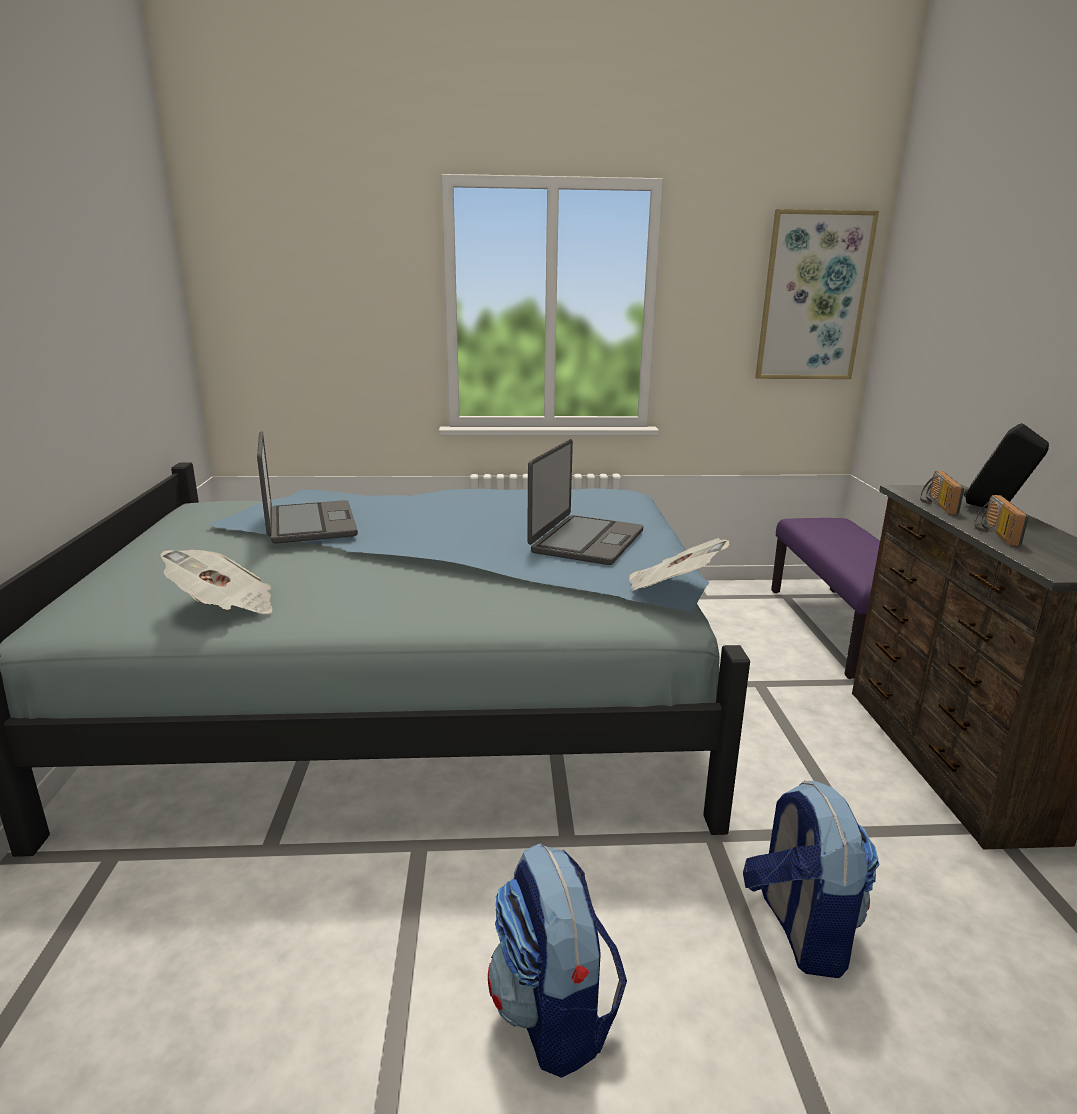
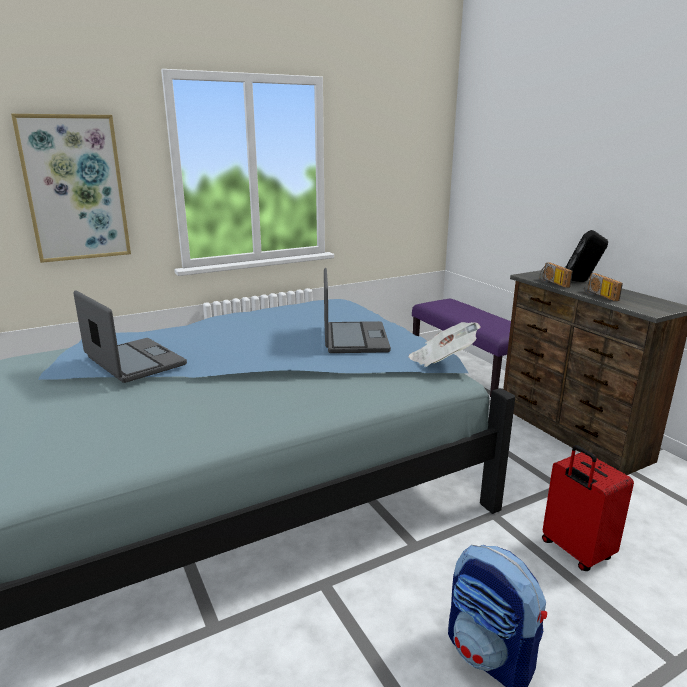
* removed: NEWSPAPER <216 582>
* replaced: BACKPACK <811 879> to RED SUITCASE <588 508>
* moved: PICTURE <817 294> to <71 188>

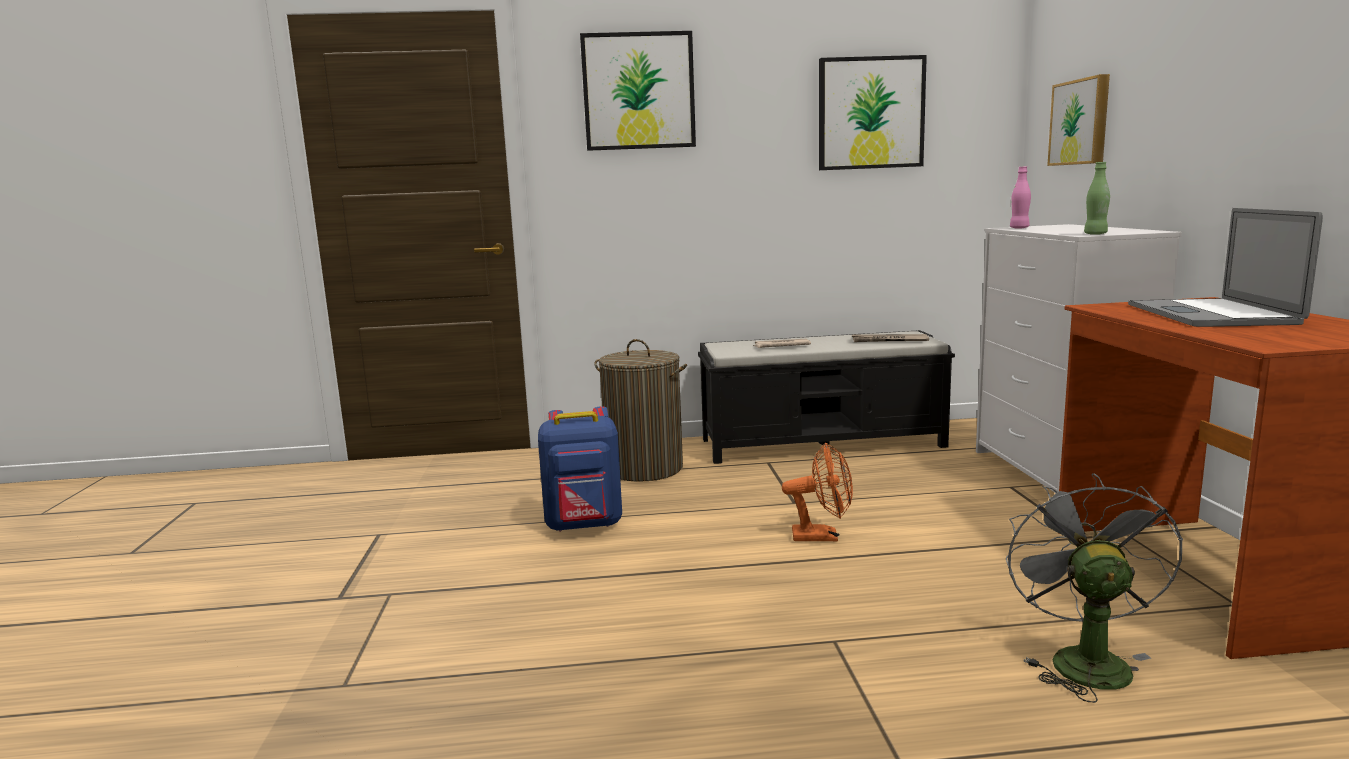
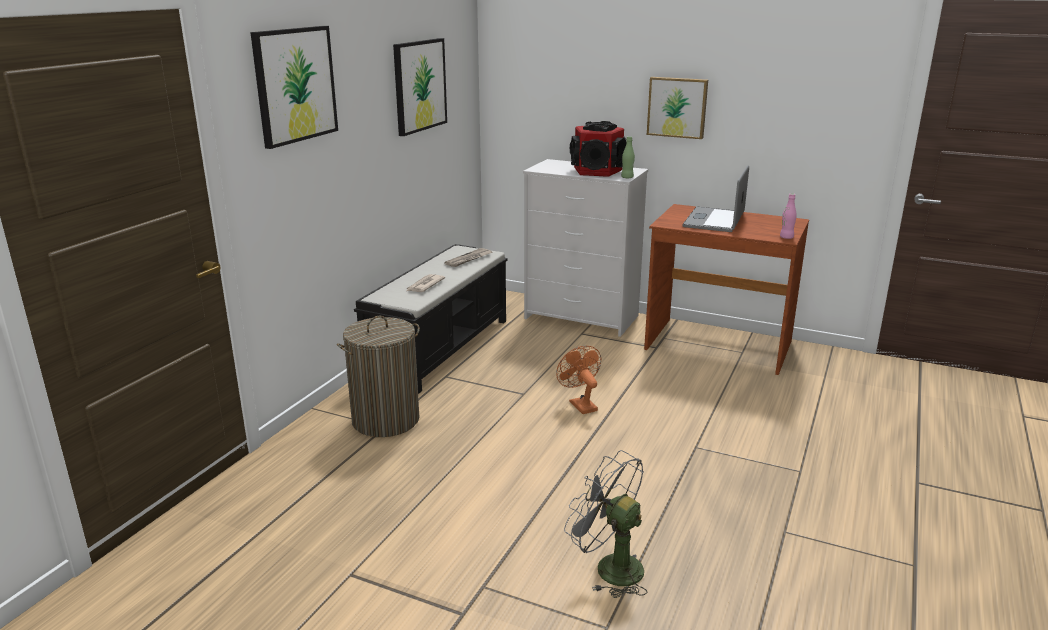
* removed: BLUE BACKPACK <580 469>
* turned: ORANGE FAN <817 491> = <578 380> 60 degrees counterclockwise
* moved: GREY FAN <1094 588> to <606 524>
* moved: PINK BOTTLE <1020 197> to <788 216>
* moved: PICTURE <1078 120> to <677 108>
* turned: LAPTOP <1225 267> = <715 198> 75 degrees clockwise
* added: SPEAKER <598 149>

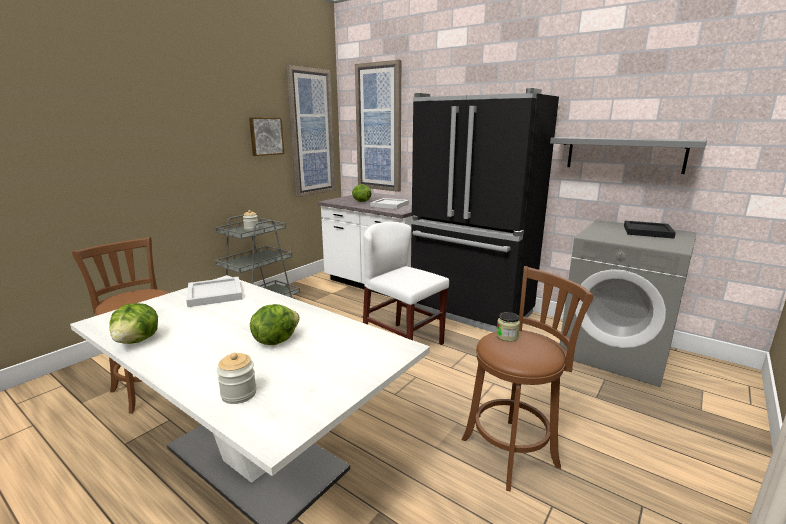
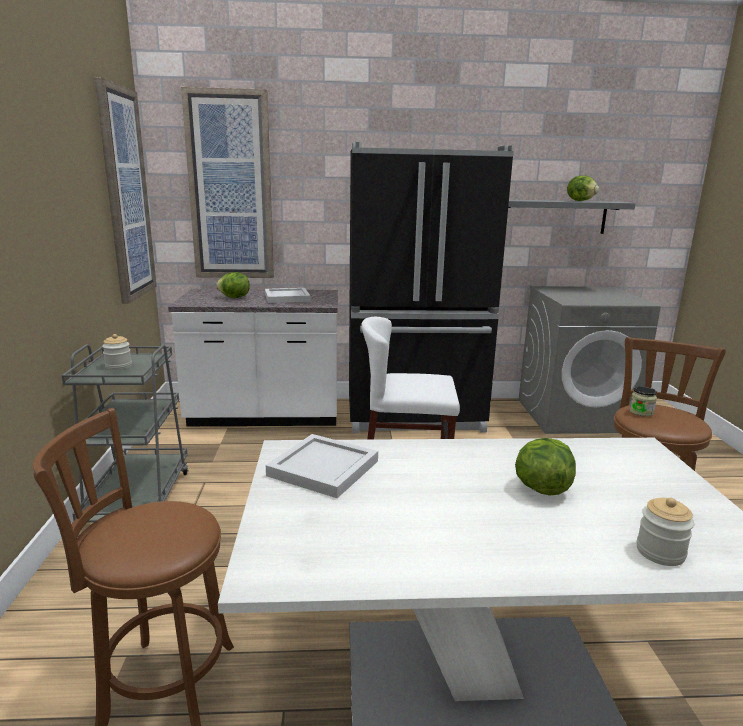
* moved: LETTUCE <133 323> to <583 188>
* removed: PICTURE <266 136>
* removed: BLACK TRAY <650 230>

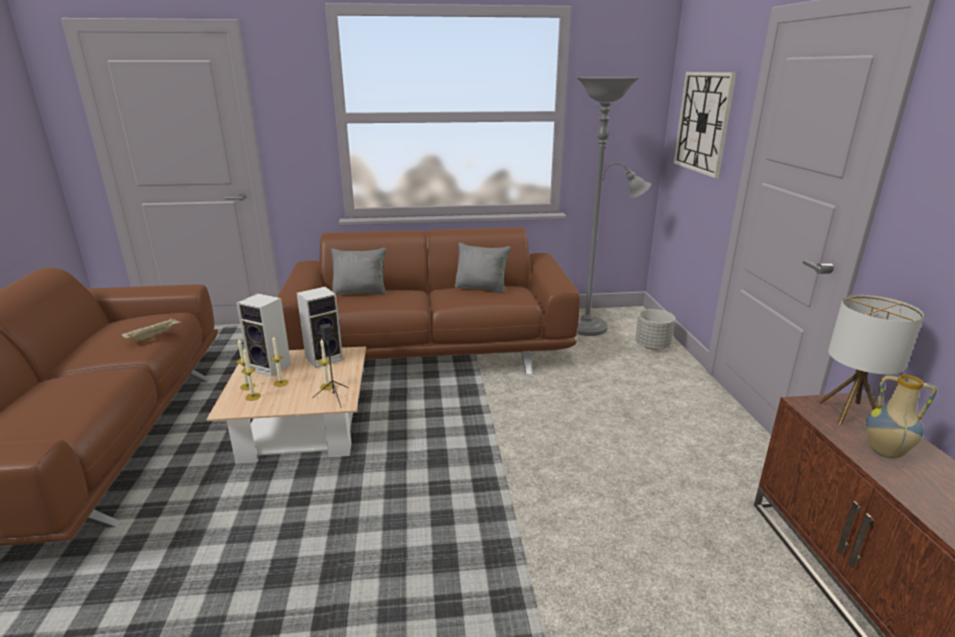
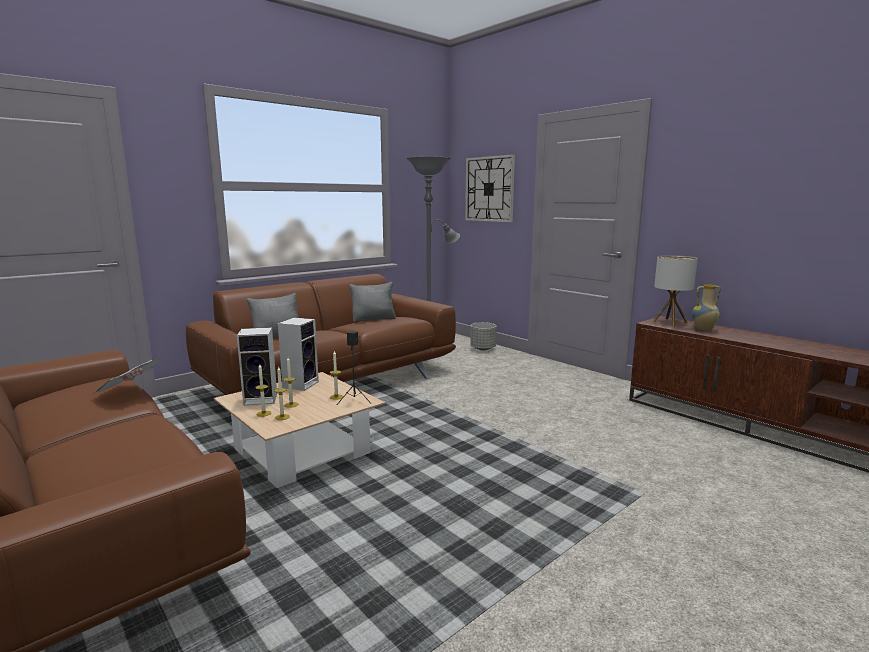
* replaced: BEIGE TRAY <151 329> to NEWSPAPER <127 376>

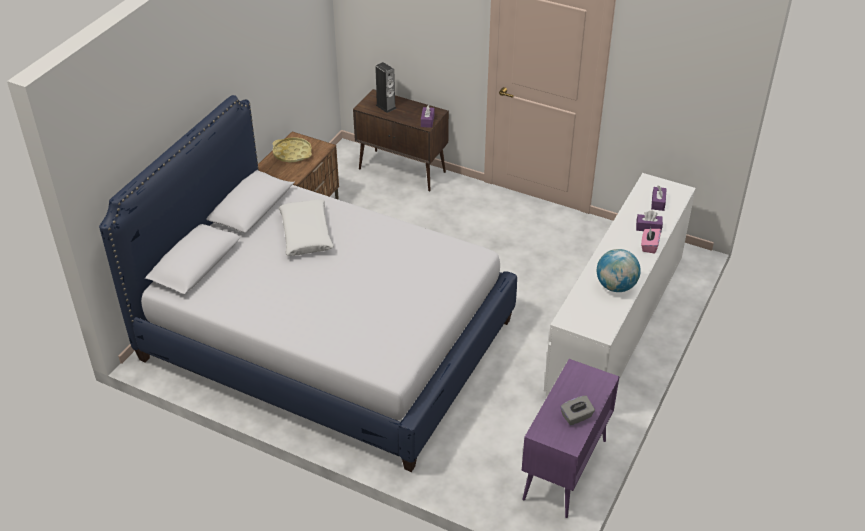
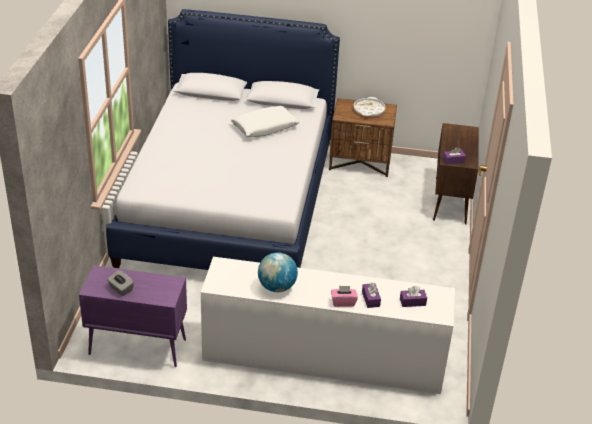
* recoloured: YELLOW TRAY <292 150> to WHITE TRAY <369 106>
* removed: SPEAKER <386 87>

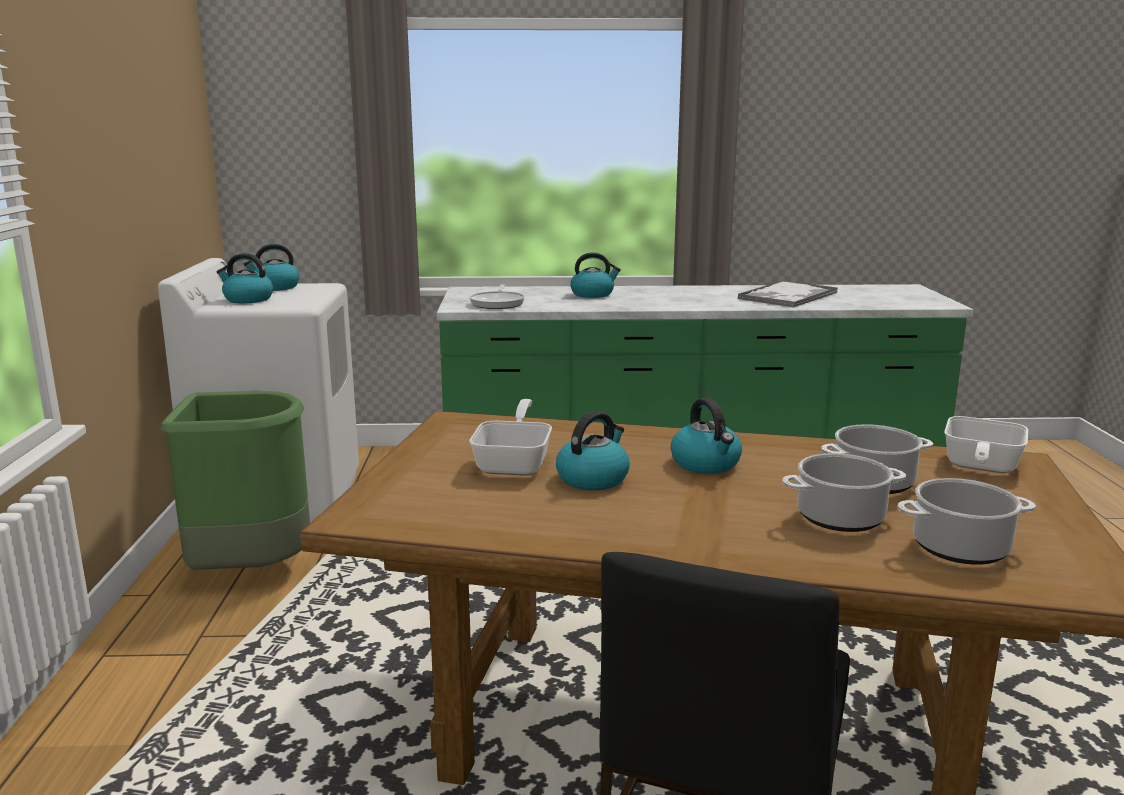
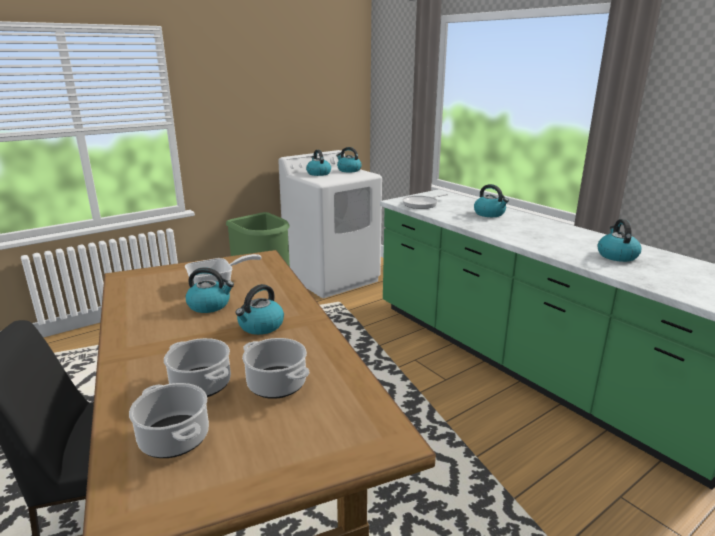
* replaced: TRAY <787 294> to KETTLE <619 240>
* removed: FRYING PAN <986 444>

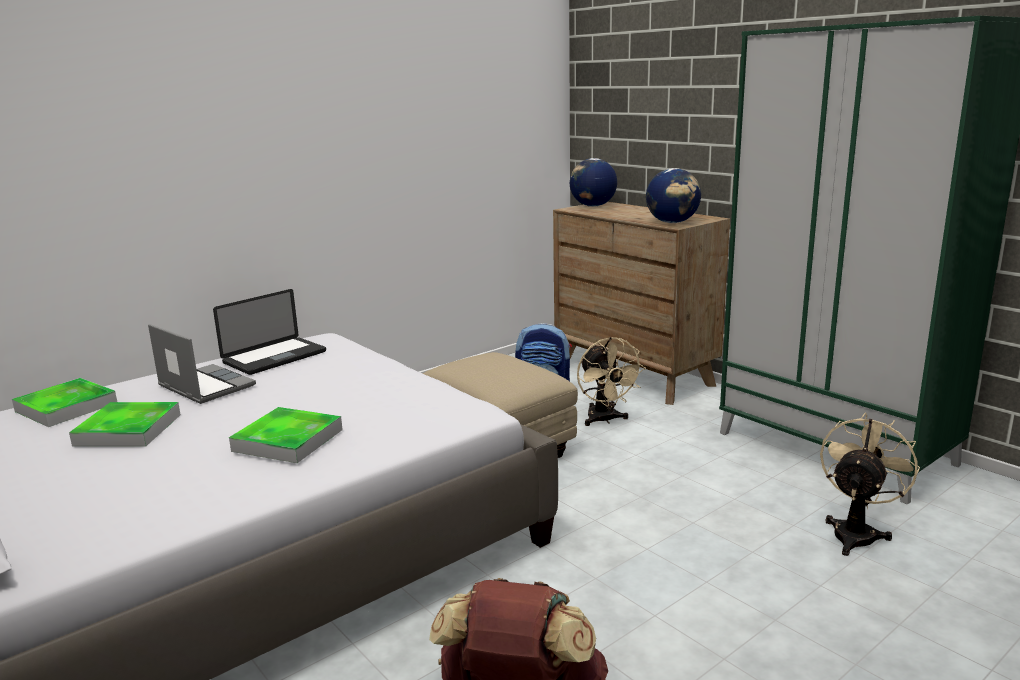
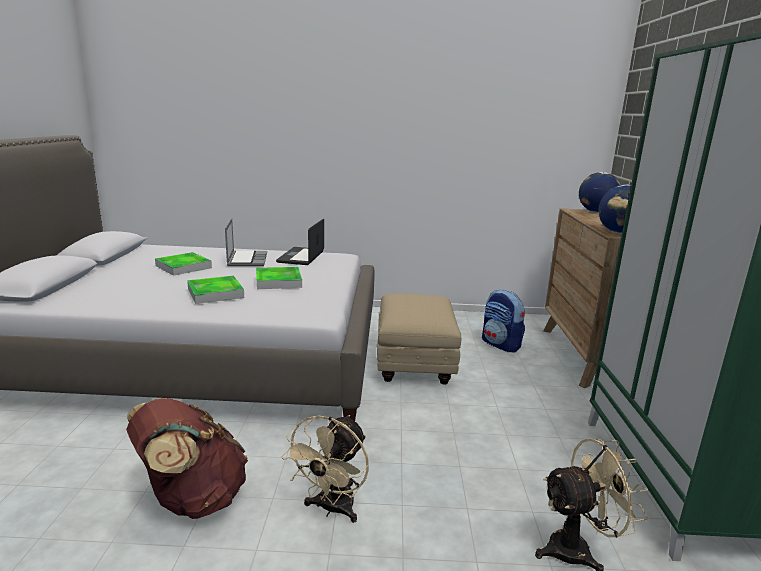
* moved: TRAY <64 402> to <279 278>
* turned: LAPTOP <269 332> = <300 241> 105 degrees clockwise
* moved: BEIGE FAN <611 381> to <325 469>

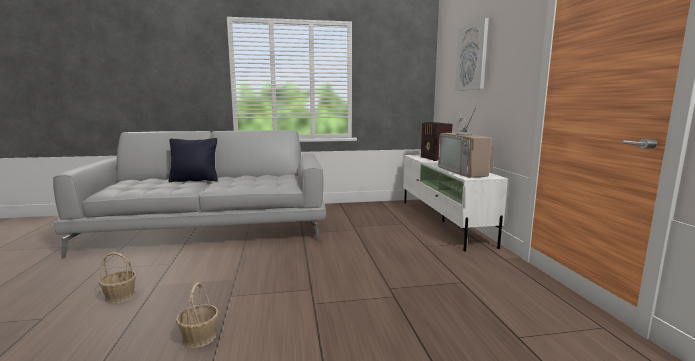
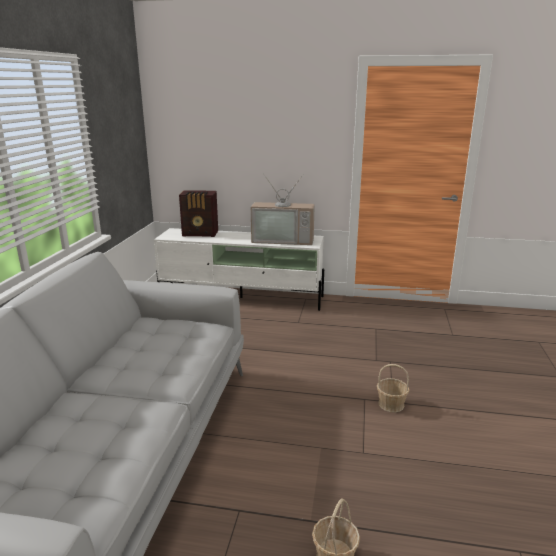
* removed: BLACK PILLOW <193 160>
* moved: BASKET <197 315> to <393 388>
* removed: PICTURE <472 54>

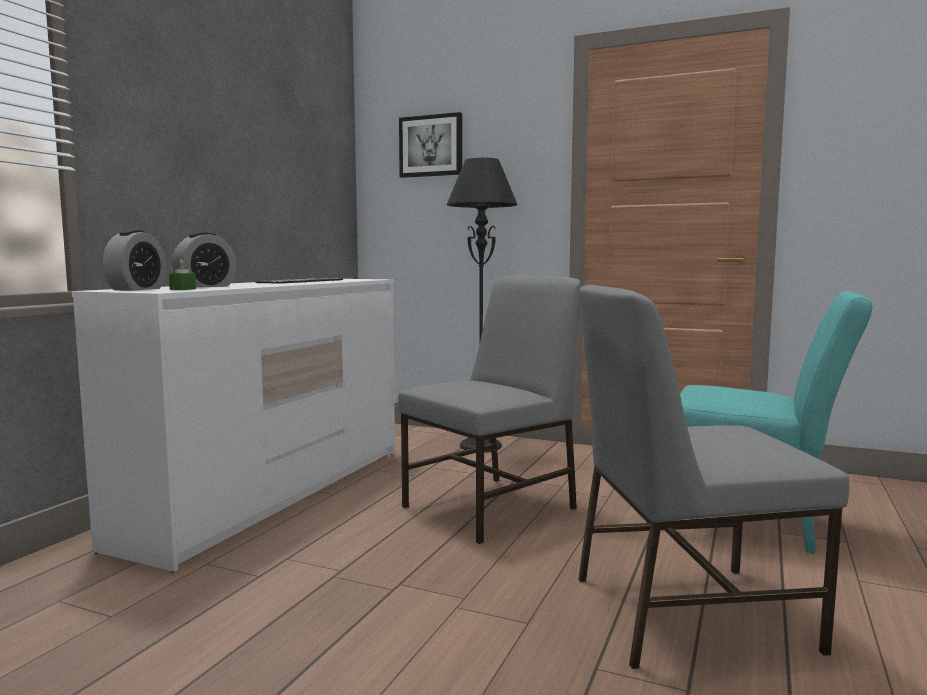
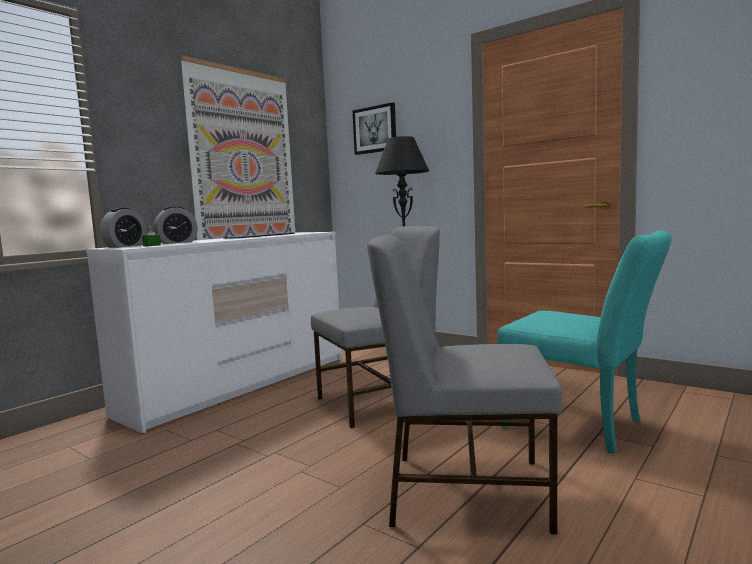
* added: PICTURE <237 147>

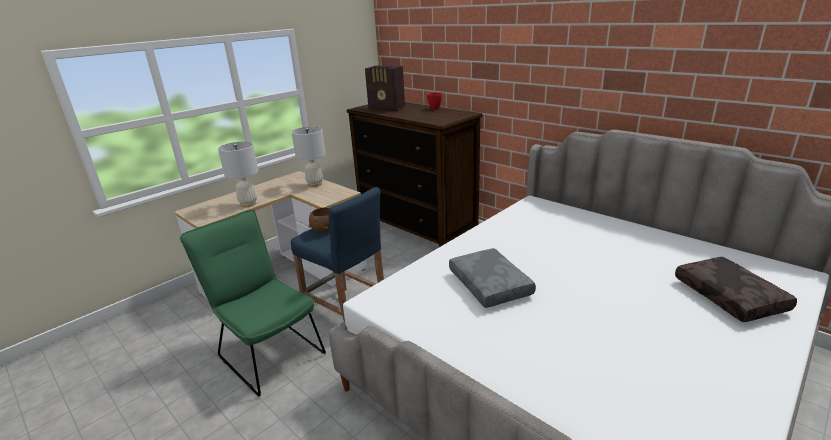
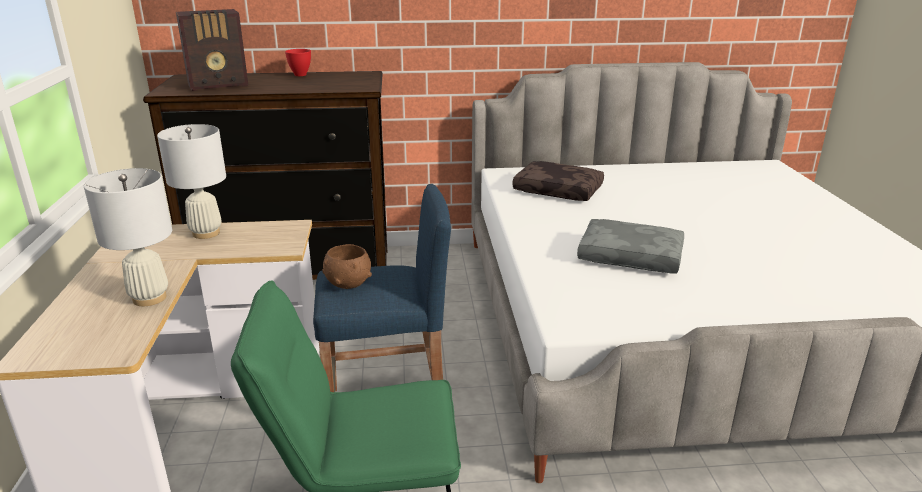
* moved: BROWN PILLOW <736 289> to <558 181>

